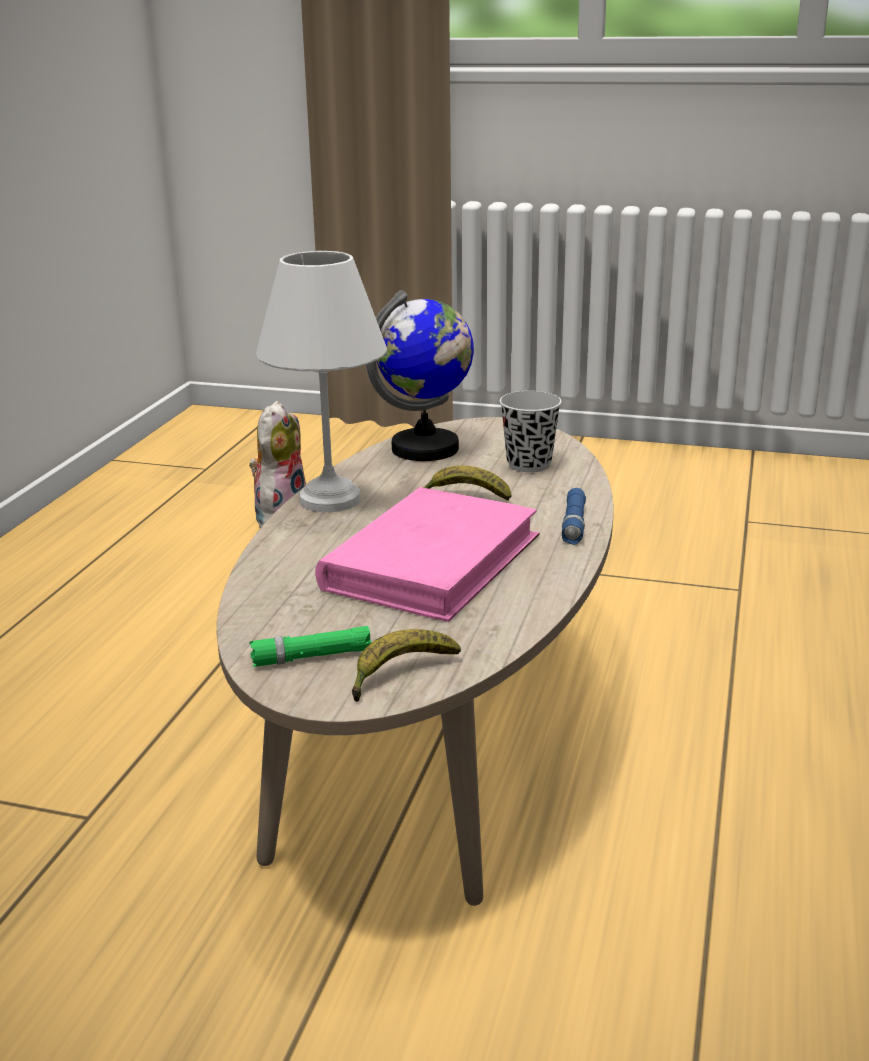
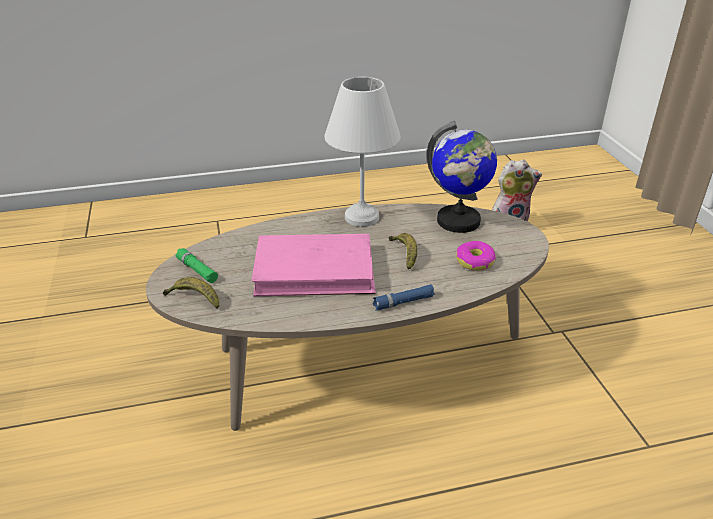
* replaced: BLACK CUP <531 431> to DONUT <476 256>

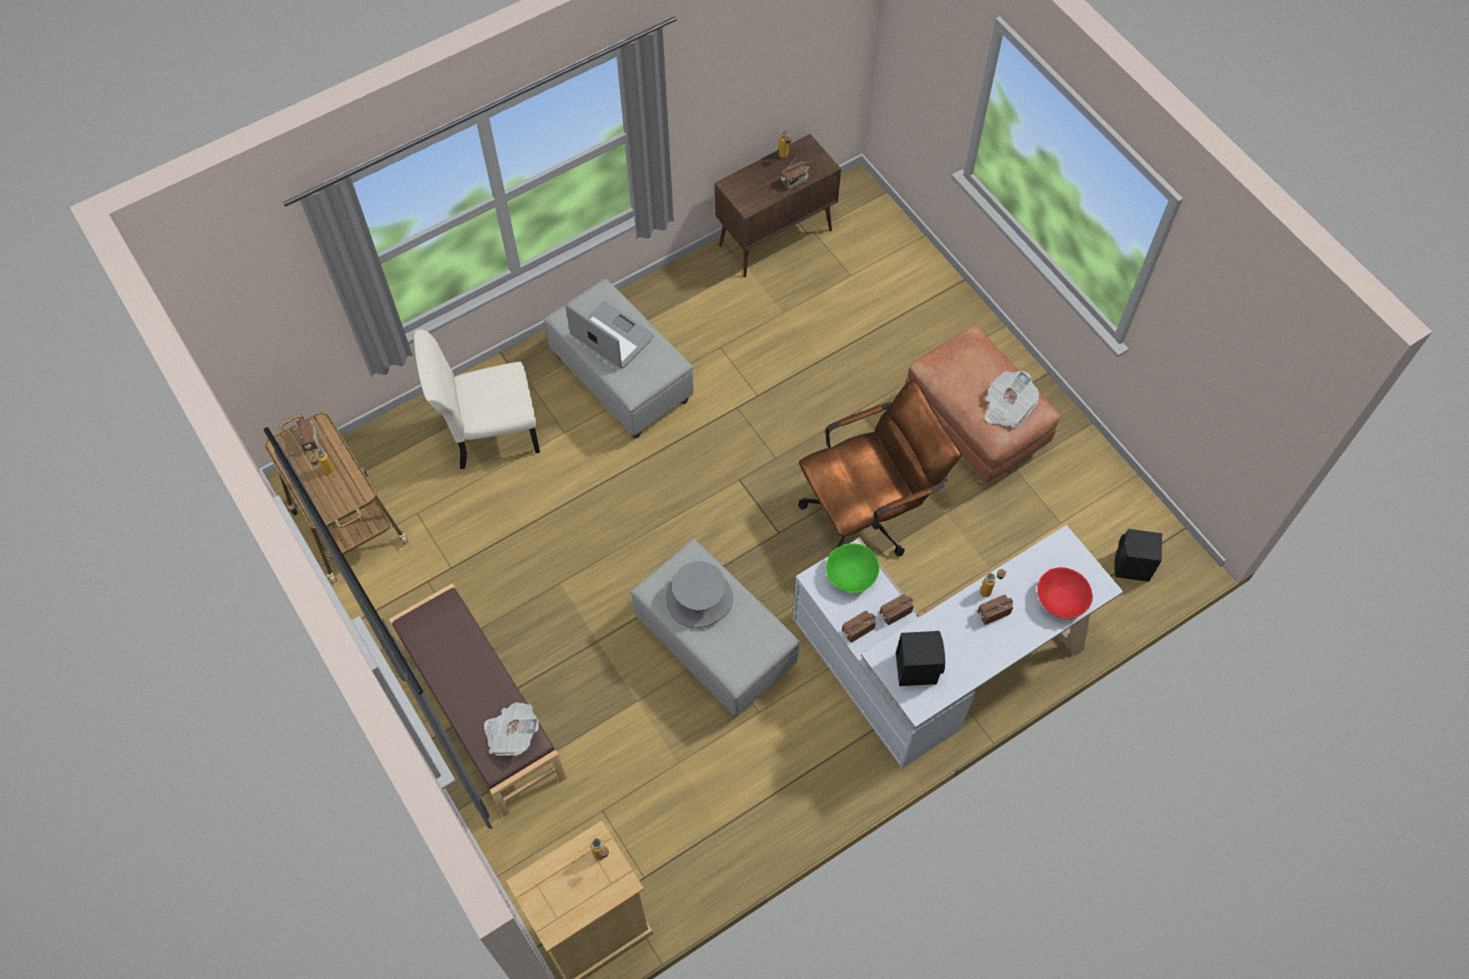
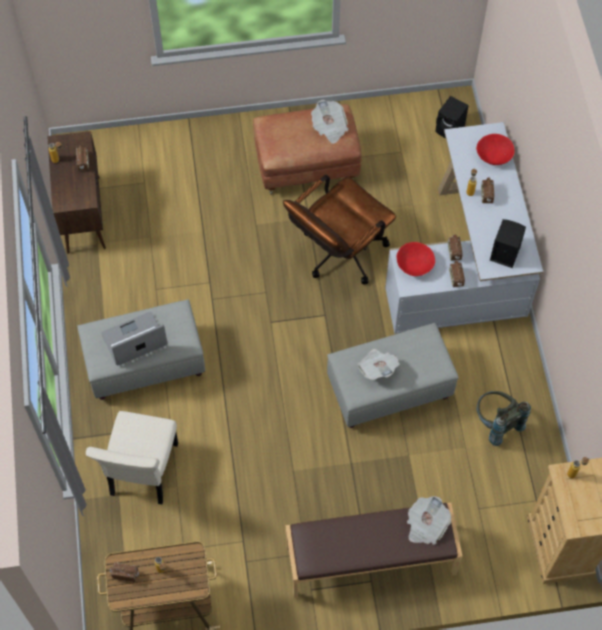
* replaced: GREY HAT <699 595> to NEWSPAPER <378 364>
* turned: BROWN OFFICE CHAIR <879 467> = <339 230> 135 degrees counterclockwise
* recoloured: GREEN BOWL <852 568> to RED BOWL <416 259>
* added: GREY BACKPACK <503 418>

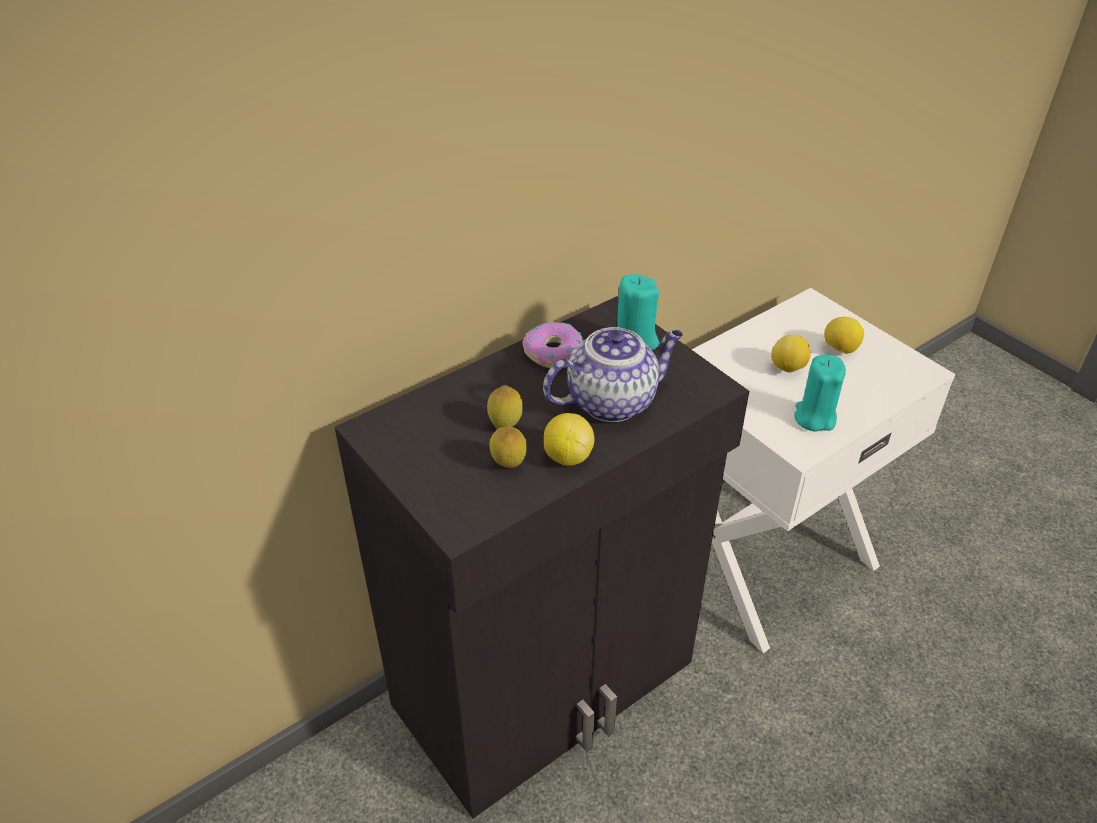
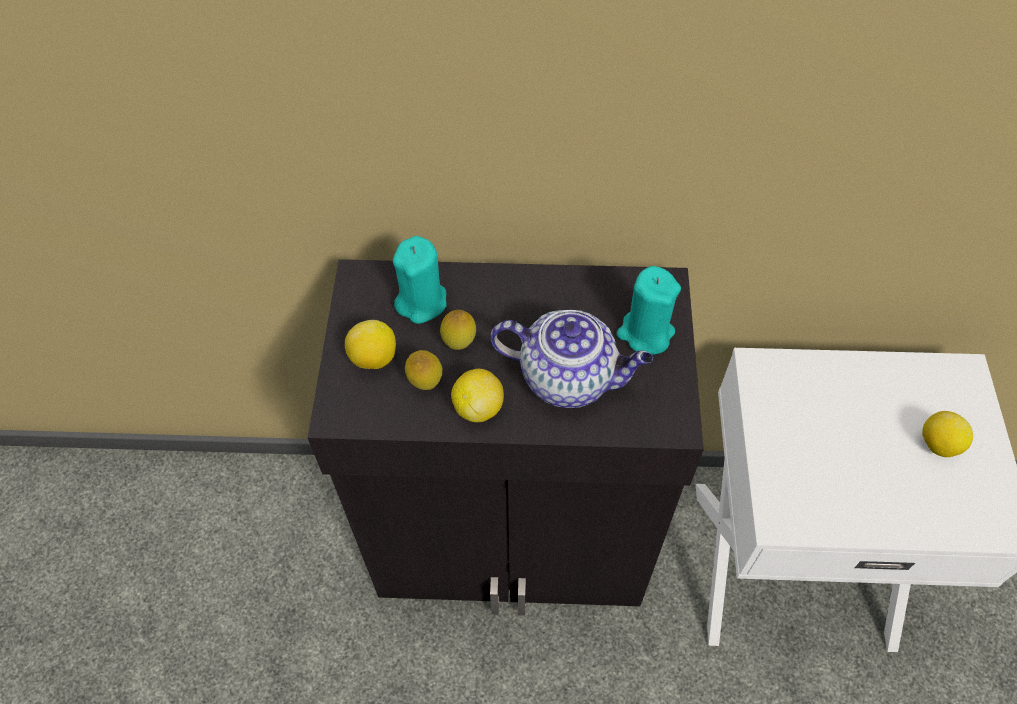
* removed: DONUT <552 345>
* moved: LEMON <791 354> to <370 344>
* moved: TURQUOISE CANDLE <820 393> to <419 280>

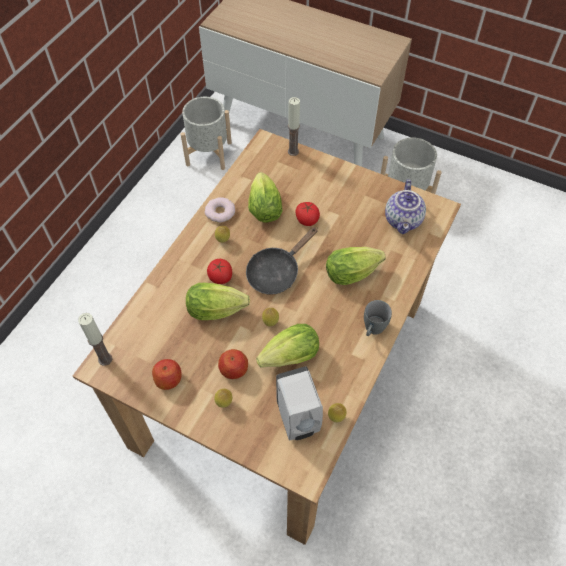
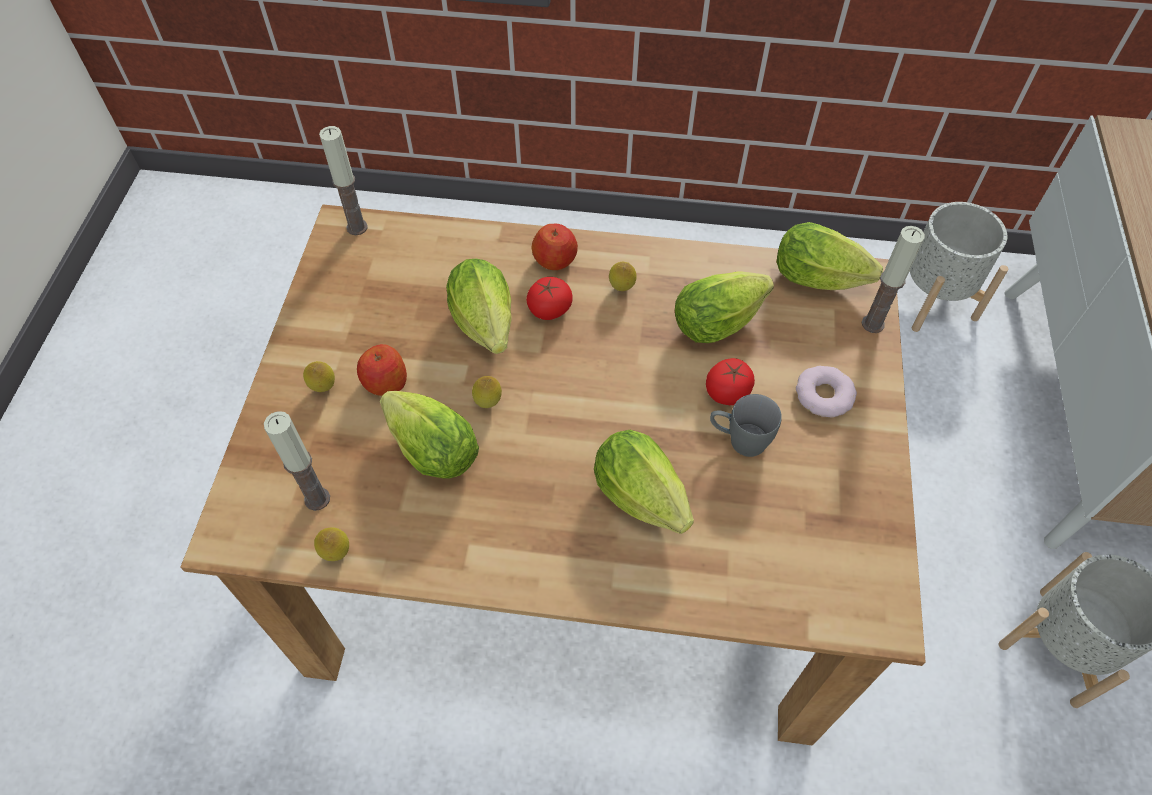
* moved: APPLE <167 374> to <554 247>
* moved: DONUT <220 209> to <826 391>
* removed: BLACK FRYING PAN <282 261>
* replaced: WHITE SOAP DISPENSER <299 403> to CANDLE <297 461>
* moved: GREY MUG <378 318> to <746 425>
* removed: TEAPOT <405 206>
* added: LETTUCE <830 256>

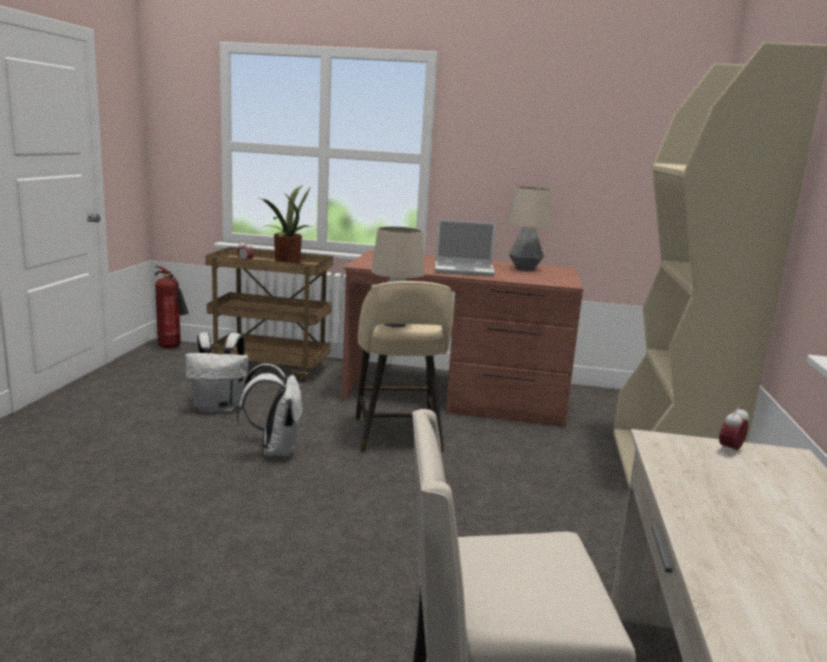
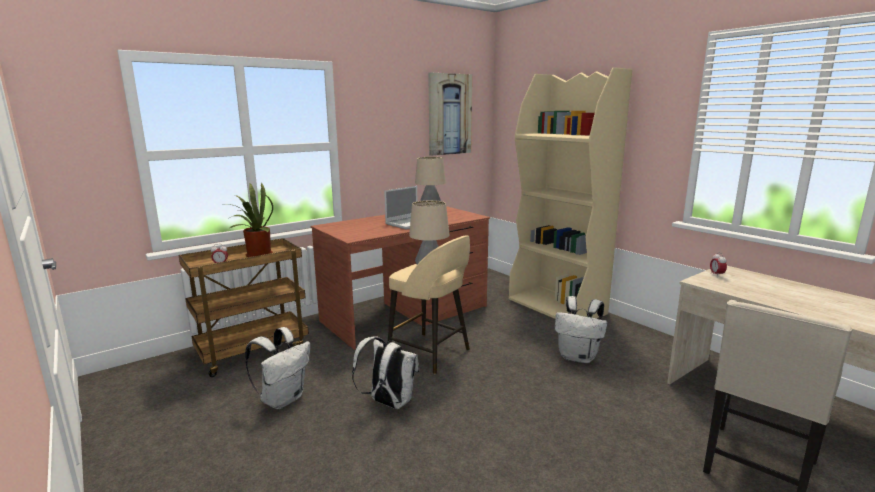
* removed: FIRE EXTINGUISHER <171 307>
* added: PICTURE <450 114>
* added: WHITE BACKPACK <581 329>

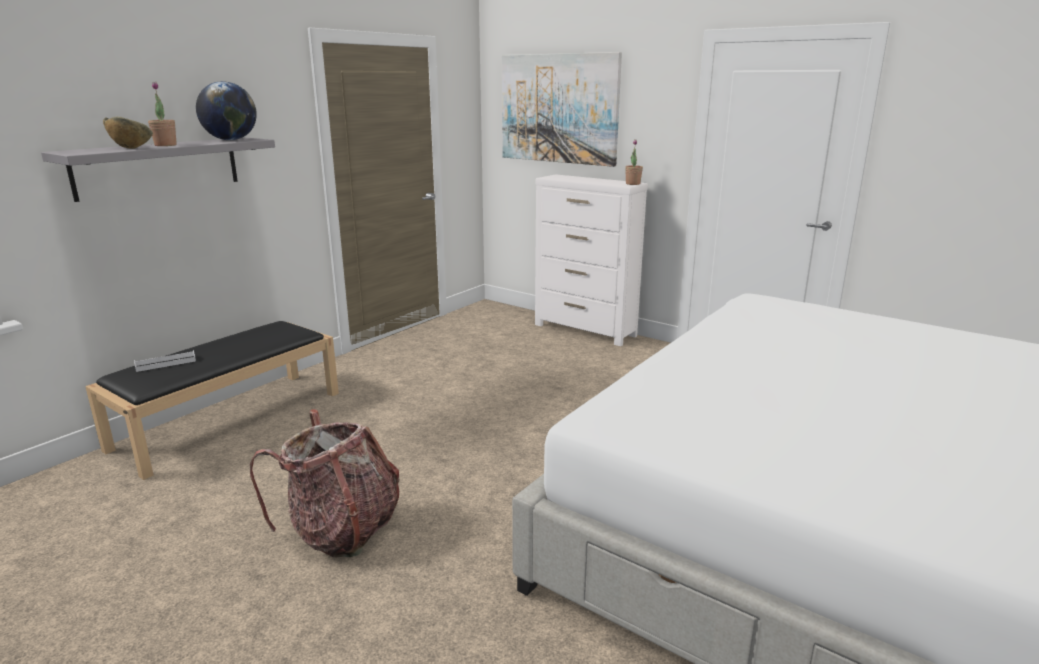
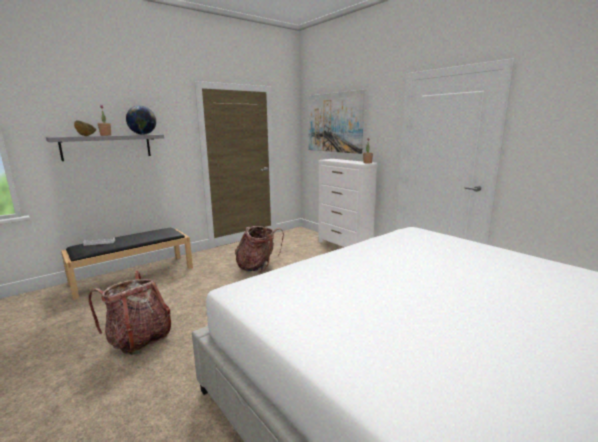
* added: BACKPACK <259 249>

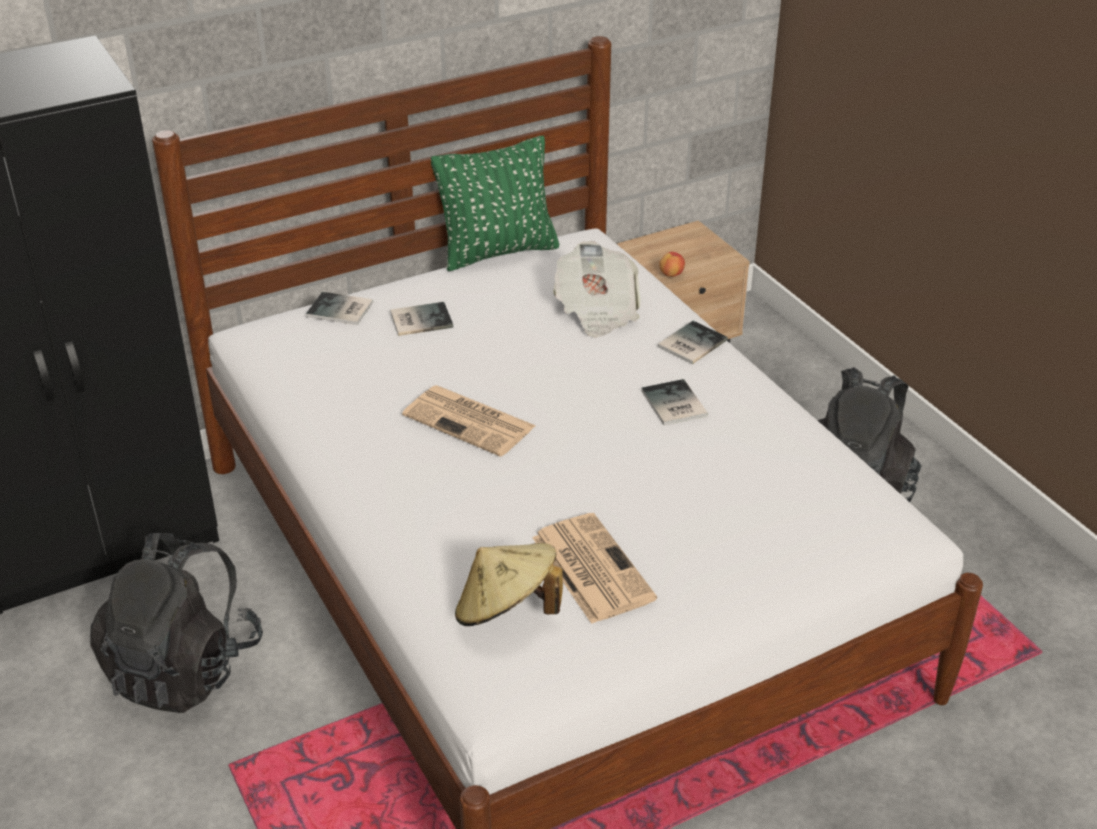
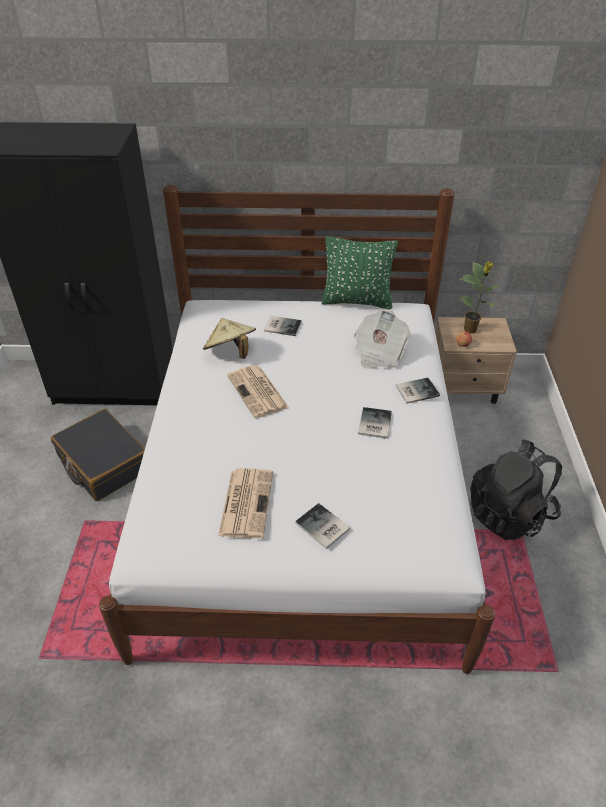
* replaced: BLACK BACKPACK <176 623> to BLACK SUITCASE <98 455>
* moved: BOOK <339 308> to <322 526>
* moved: BEIGE HAT <509 584> to <229 338>
* added: POTTED PLANT <479 298>

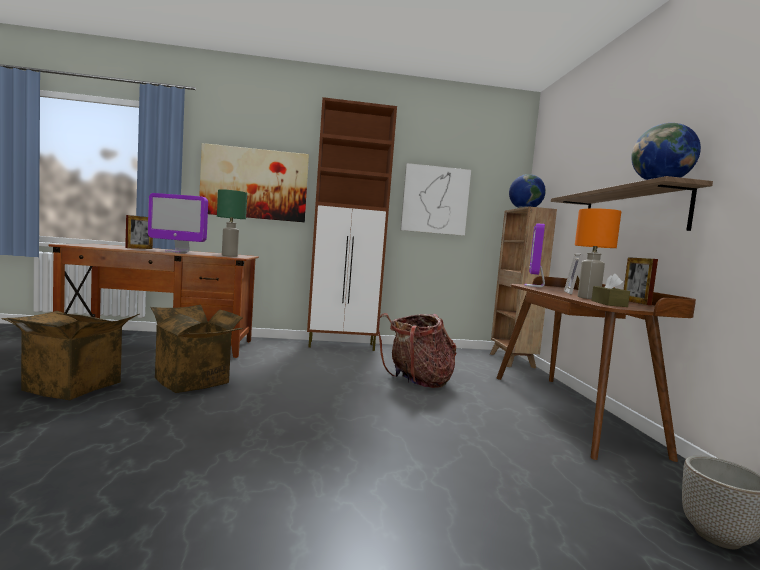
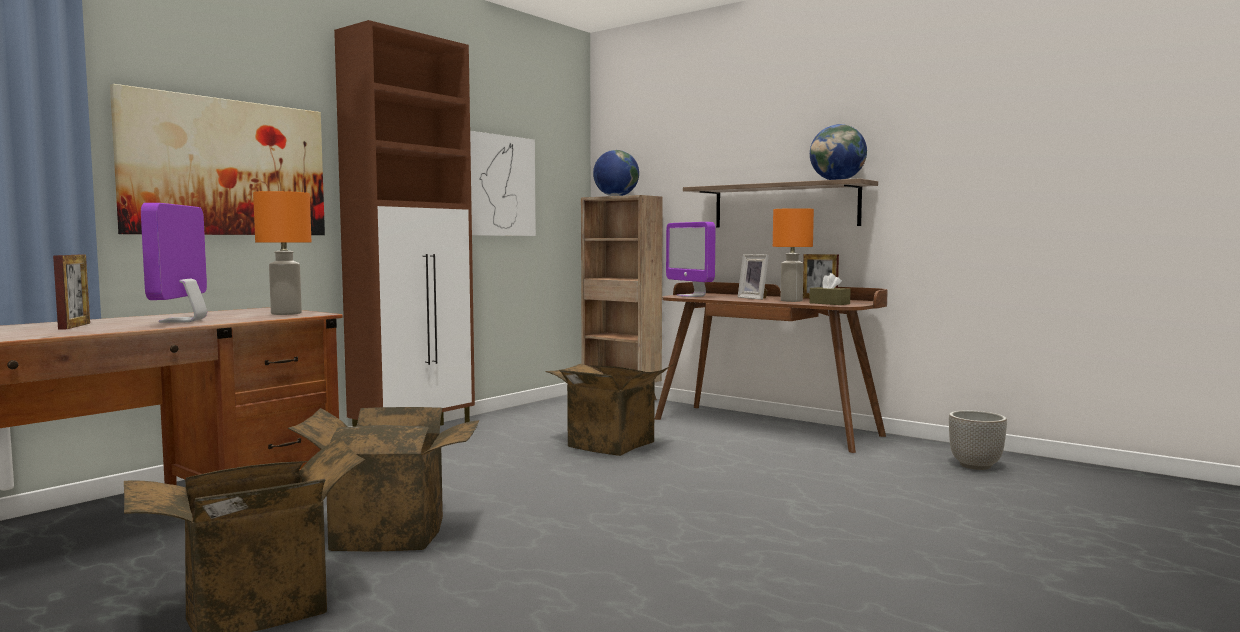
* turned: MONITOR <178 223> = <174 263> 120 degrees clockwise
* recoloured: GREEN TABLE LAMP <232 223> to ORANGE TABLE LAMP <282 253>
* replaced: BACKPACK <416 350> to CARDBOARD BOX <609 410>

